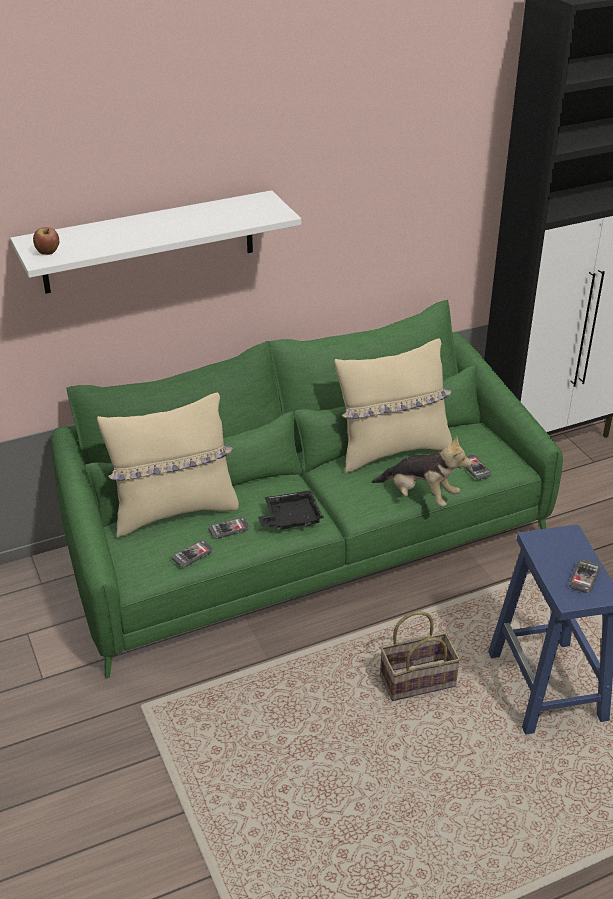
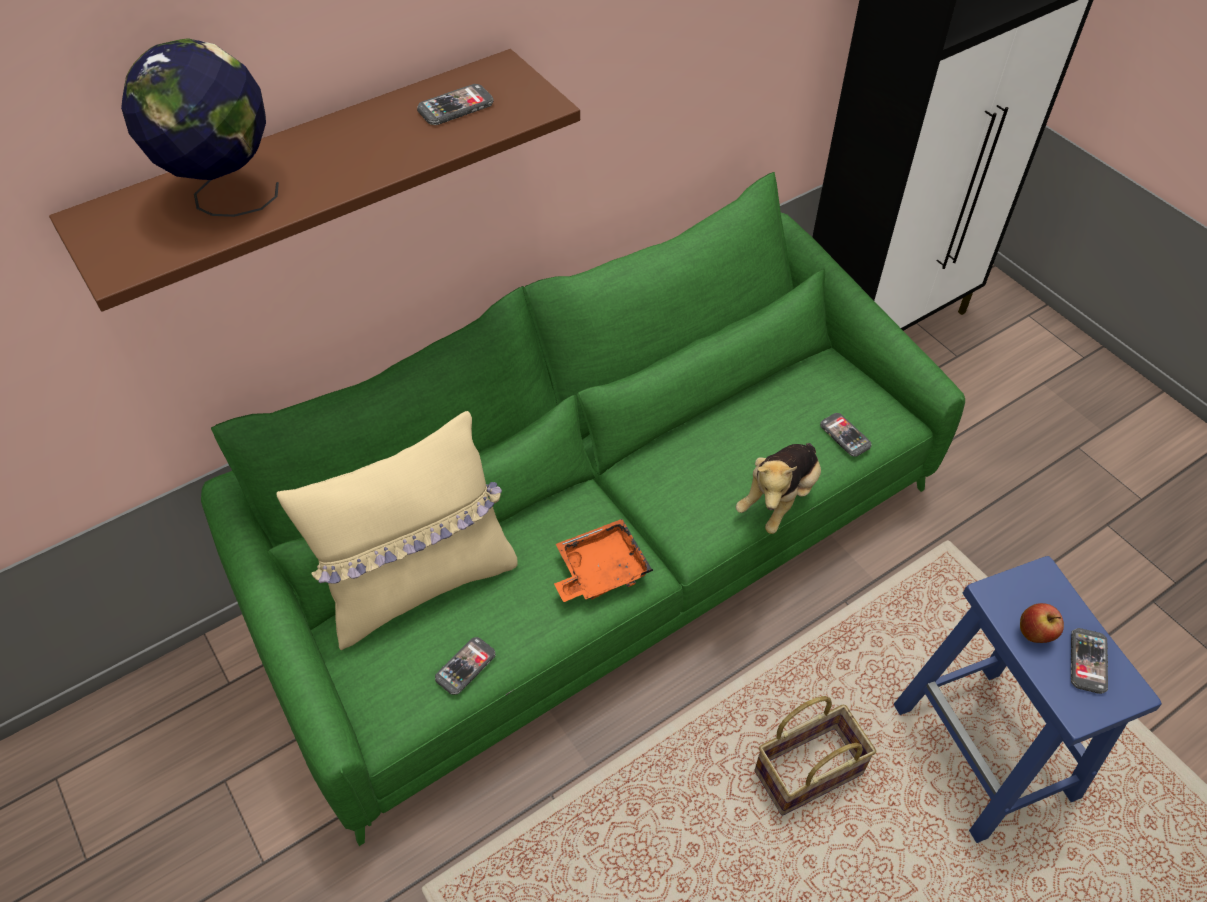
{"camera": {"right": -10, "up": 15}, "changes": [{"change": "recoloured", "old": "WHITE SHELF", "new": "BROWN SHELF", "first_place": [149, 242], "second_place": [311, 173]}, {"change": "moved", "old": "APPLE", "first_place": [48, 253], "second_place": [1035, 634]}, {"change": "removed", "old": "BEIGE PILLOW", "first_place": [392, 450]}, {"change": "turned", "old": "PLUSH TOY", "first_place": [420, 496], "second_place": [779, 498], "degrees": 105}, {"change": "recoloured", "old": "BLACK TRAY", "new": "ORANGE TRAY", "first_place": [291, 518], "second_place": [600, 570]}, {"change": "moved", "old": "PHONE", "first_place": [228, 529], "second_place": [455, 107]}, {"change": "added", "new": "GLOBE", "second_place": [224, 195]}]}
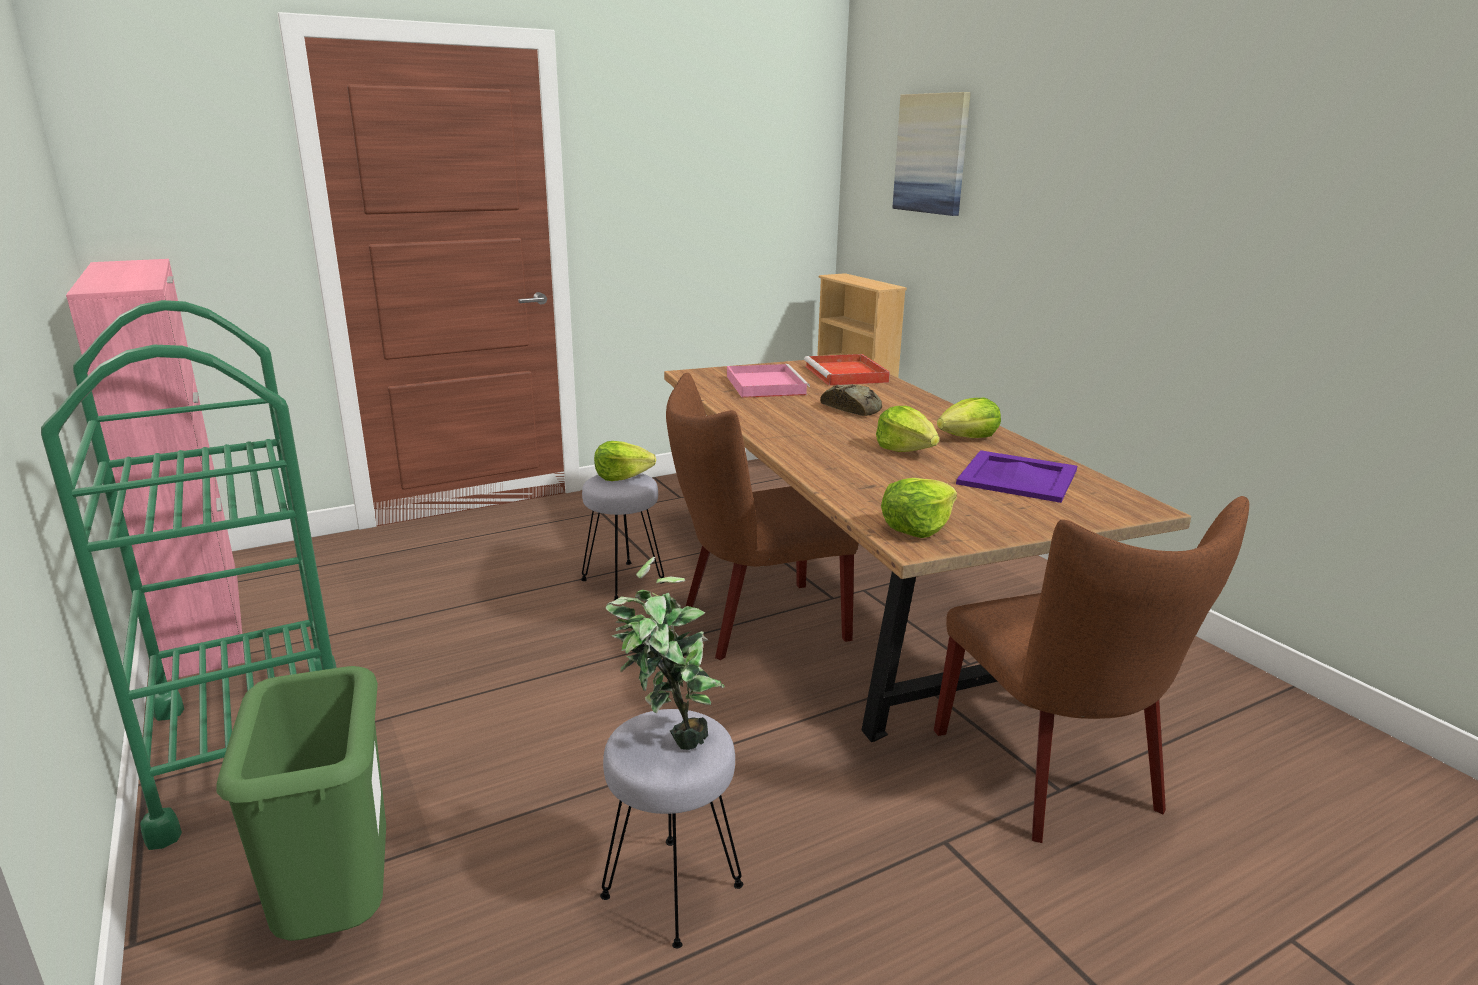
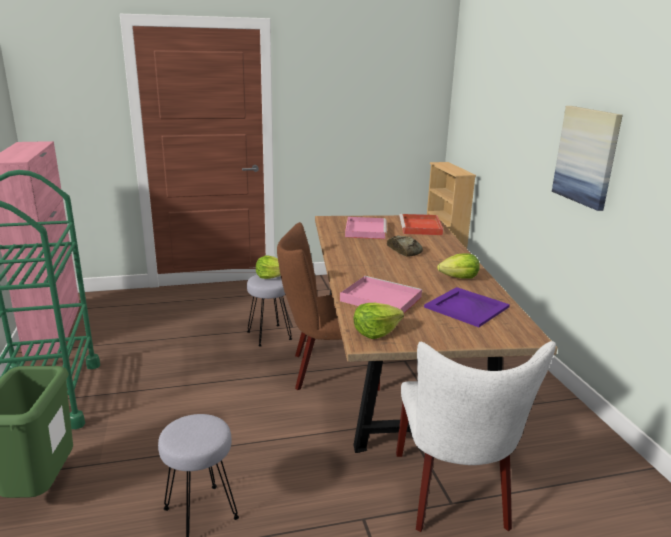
{"camera": {"right": 15, "up": 0}, "changes": [{"change": "moved", "old": "PICTURE", "first_place": [932, 154], "second_place": [586, 156]}, {"change": "removed", "old": "LETTUCE", "first_place": [905, 449]}, {"change": "recoloured", "old": "BROWN CHAIR", "new": "WHITE CHAIR", "first_place": [1056, 777], "second_place": [454, 495]}, {"change": "removed", "old": "POTTED PLANT", "first_place": [668, 739]}, {"change": "added", "new": "PINK TRAY", "second_place": [379, 299]}]}
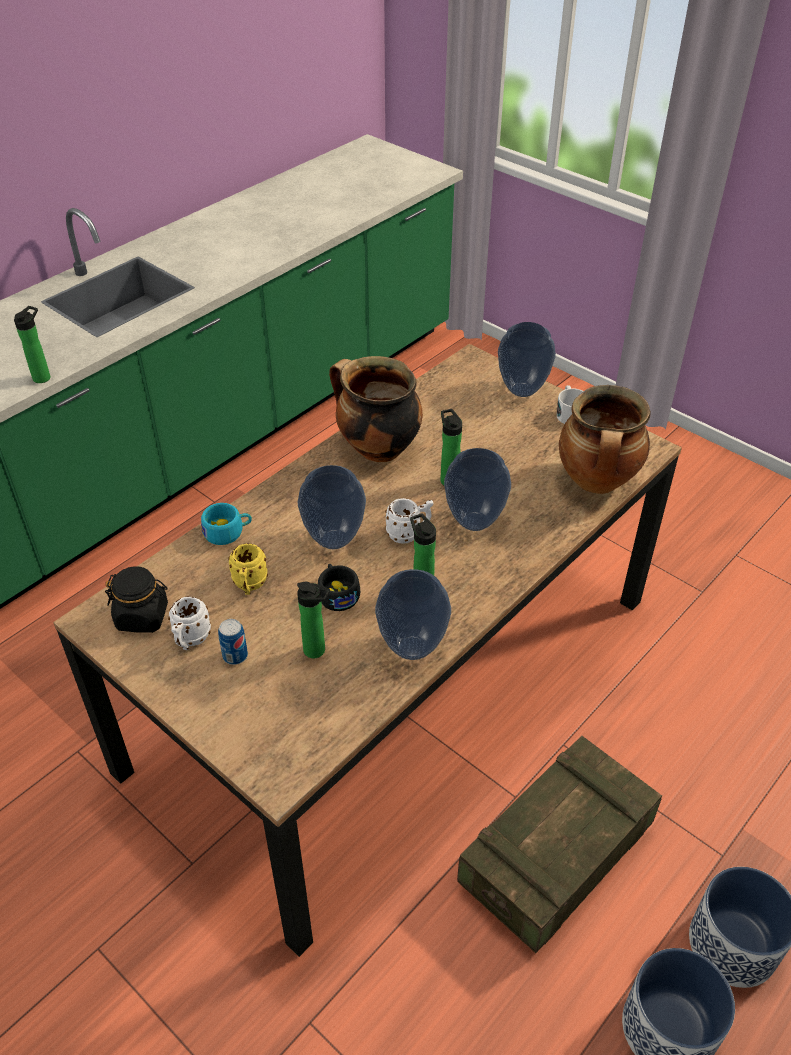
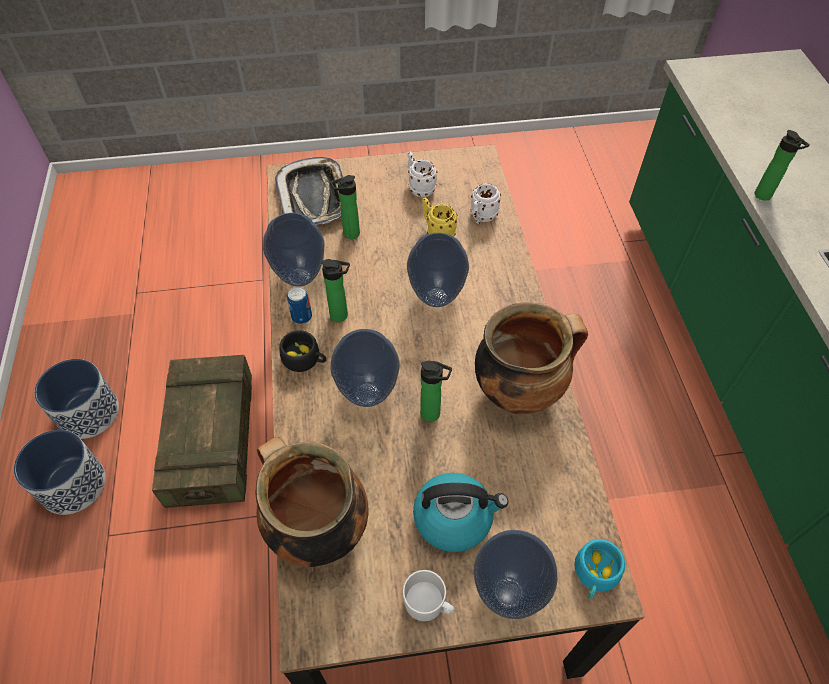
{"camera": {"right": 130, "up": 10}, "changes": [{"change": "moved", "old": "WHITE MUG", "first_place": [409, 534], "second_place": [481, 217]}, {"change": "moved", "old": "TURQUOISE CUP", "first_place": [228, 532], "second_place": [595, 575]}, {"change": "moved", "old": "BLACK CUP", "first_place": [337, 593], "second_place": [305, 359]}, {"change": "removed", "old": "BLACK JAR", "first_place": [142, 617]}, {"change": "moved", "old": "CAN", "first_place": [235, 656], "second_place": [301, 317]}, {"change": "added", "new": "TRAY", "second_place": [314, 197]}, {"change": "added", "new": "KETTLE", "second_place": [454, 518]}]}
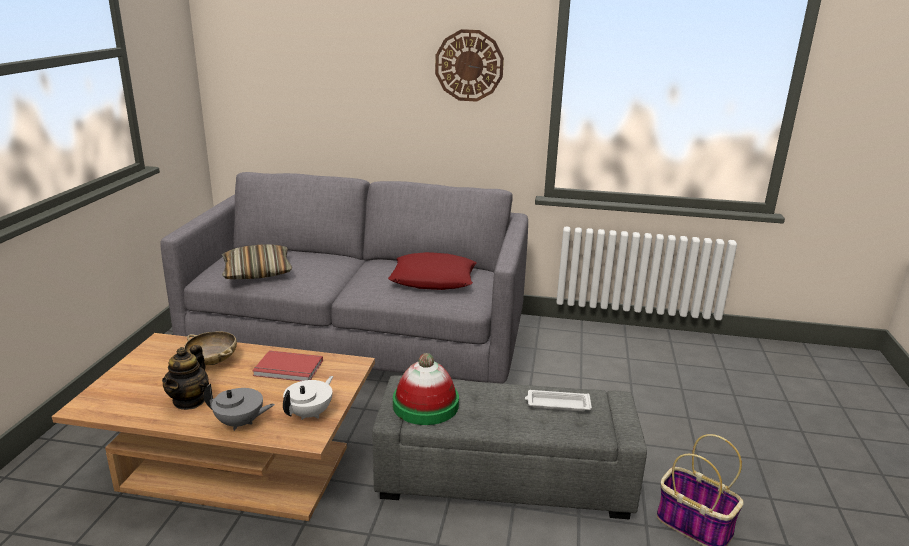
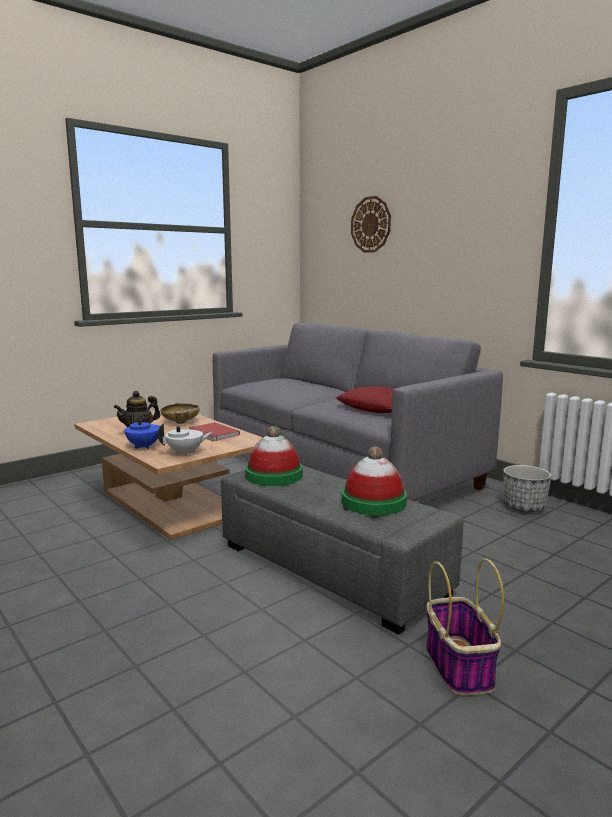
{"camera": {"right": 40, "up": -10}, "changes": [{"change": "moved", "old": "WALL CLOCK", "first_place": [469, 65], "second_place": [371, 224]}, {"change": "removed", "old": "PILLOW", "first_place": [257, 272]}, {"change": "recoloured", "old": "GREY TEAPOT", "new": "BLUE TEAPOT", "first_place": [240, 423], "second_place": [144, 447]}, {"change": "replaced", "old": "WHITE TRAY", "new": "HAT", "first_place": [557, 404], "second_place": [373, 502]}, {"change": "added", "new": "PLANTER", "second_place": [524, 507]}]}
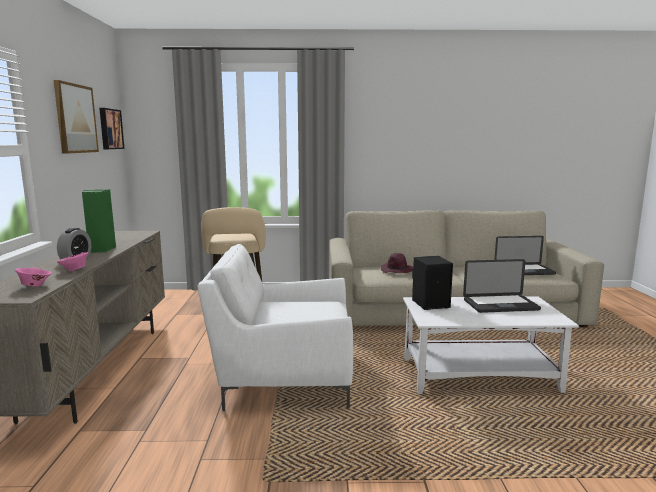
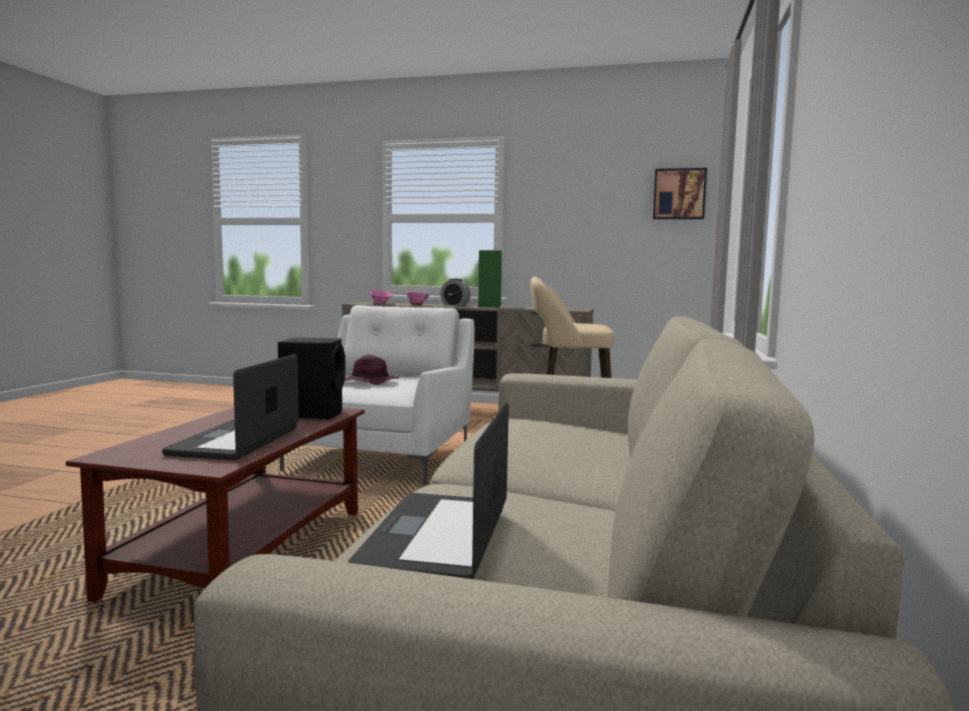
{"camera": {"right": 105, "up": -5}, "changes": [{"change": "removed", "old": "PICTURE", "first_place": [75, 118]}, {"change": "moved", "old": "PURPLE HAT", "first_place": [397, 270], "second_place": [369, 383]}, {"change": "recoloured", "old": "WHITE COFFEE TABLE", "new": "BROWN COFFEE TABLE", "first_place": [480, 375], "second_place": [243, 553]}]}
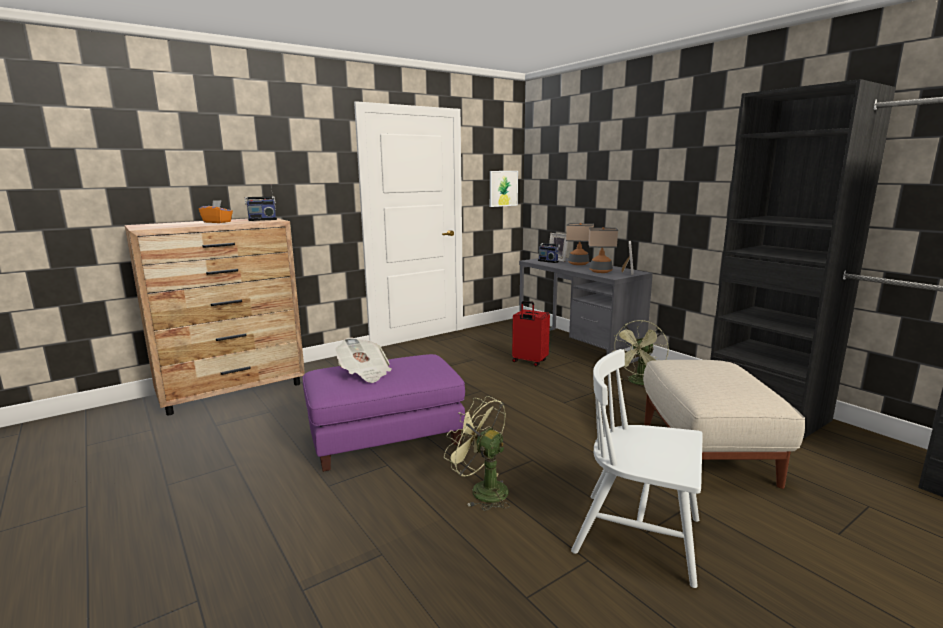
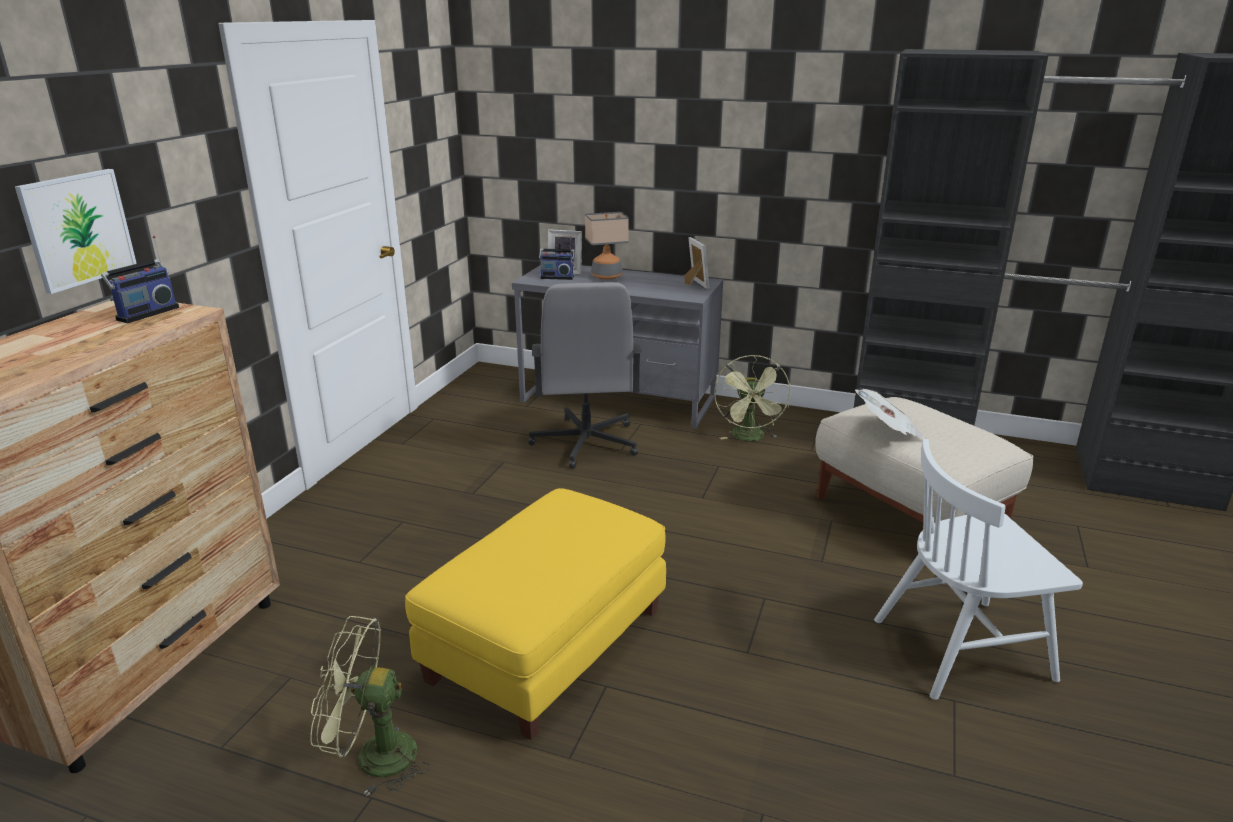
{"camera": {"right": -35, "up": 10}, "changes": [{"change": "moved", "old": "PICTURE", "first_place": [503, 188], "second_place": [78, 229]}, {"change": "removed", "old": "ORANGE TISSUE BOX", "first_place": [217, 222]}, {"change": "removed", "old": "TABLE LAMP", "first_place": [600, 271]}, {"change": "replaced", "old": "RED SUITCASE", "new": "GREY OFFICE CHAIR", "first_place": [529, 362], "second_place": [585, 443]}, {"change": "moved", "old": "NEWSPAPER", "first_place": [364, 373], "second_place": [888, 431]}, {"change": "recoloured", "old": "PURPLE OTTOMAN", "new": "YELLOW OTTOMAN", "first_place": [386, 437], "second_place": [548, 643]}, {"change": "moved", "old": "GREEN FAN", "first_place": [482, 490], "second_place": [373, 757]}]}
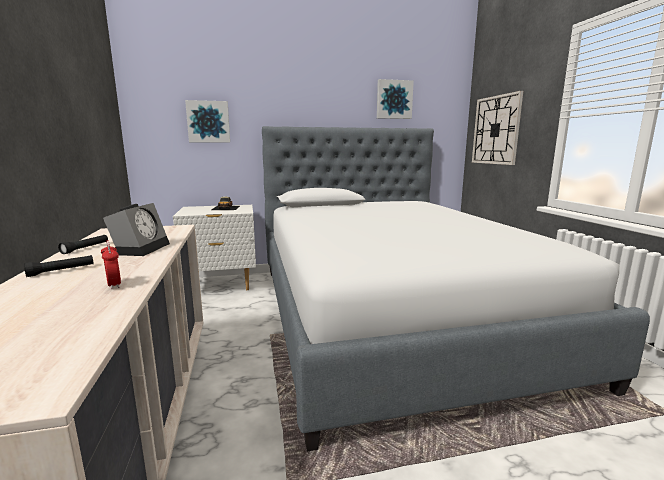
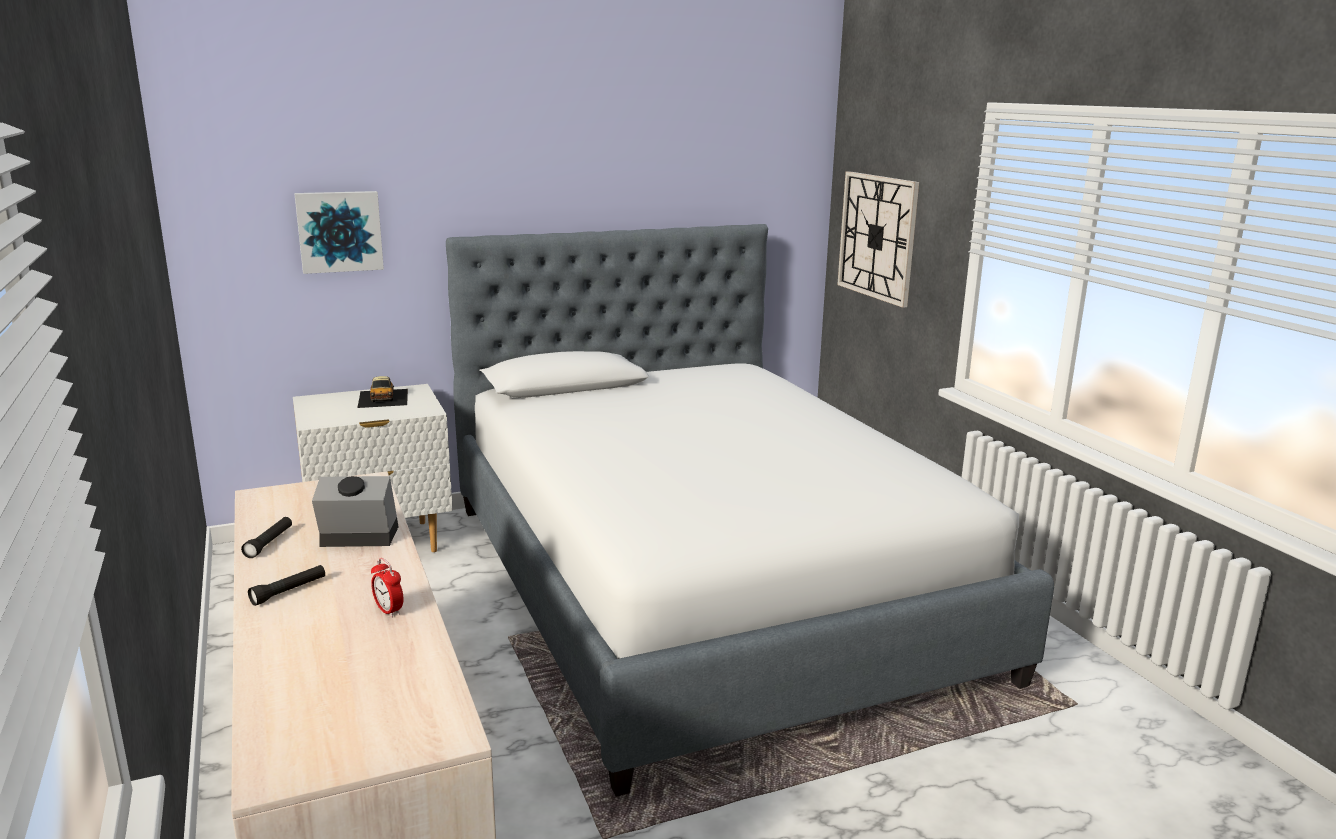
{"camera": {"right": -10, "up": 5}, "changes": [{"change": "removed", "old": "PICTURE", "first_place": [394, 99]}, {"change": "turned", "old": "ALARM CLOCK", "first_place": [141, 248], "second_place": [356, 538], "degrees": -90}]}
